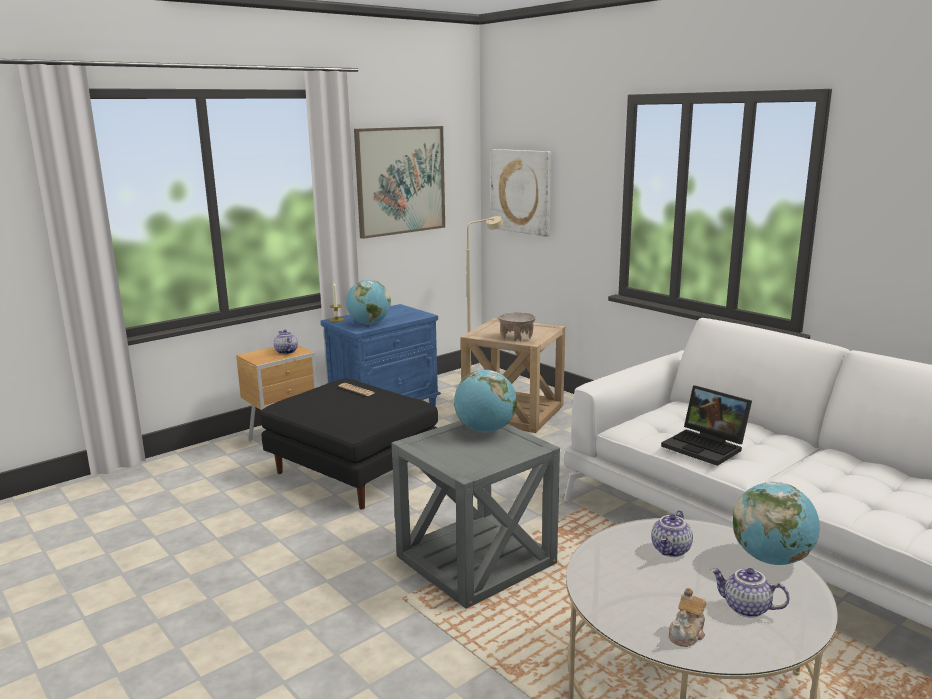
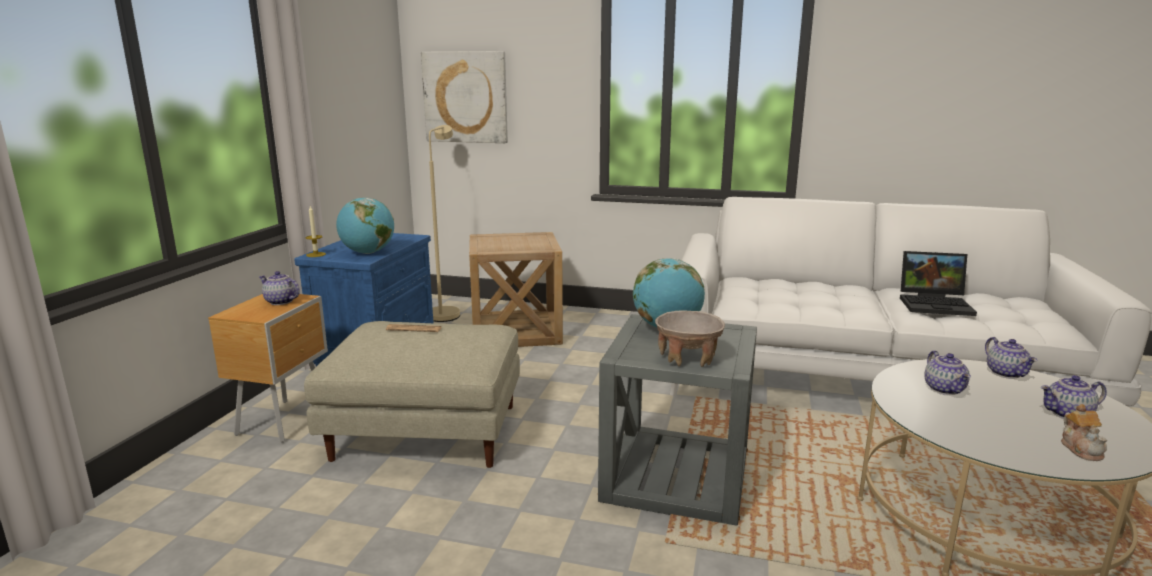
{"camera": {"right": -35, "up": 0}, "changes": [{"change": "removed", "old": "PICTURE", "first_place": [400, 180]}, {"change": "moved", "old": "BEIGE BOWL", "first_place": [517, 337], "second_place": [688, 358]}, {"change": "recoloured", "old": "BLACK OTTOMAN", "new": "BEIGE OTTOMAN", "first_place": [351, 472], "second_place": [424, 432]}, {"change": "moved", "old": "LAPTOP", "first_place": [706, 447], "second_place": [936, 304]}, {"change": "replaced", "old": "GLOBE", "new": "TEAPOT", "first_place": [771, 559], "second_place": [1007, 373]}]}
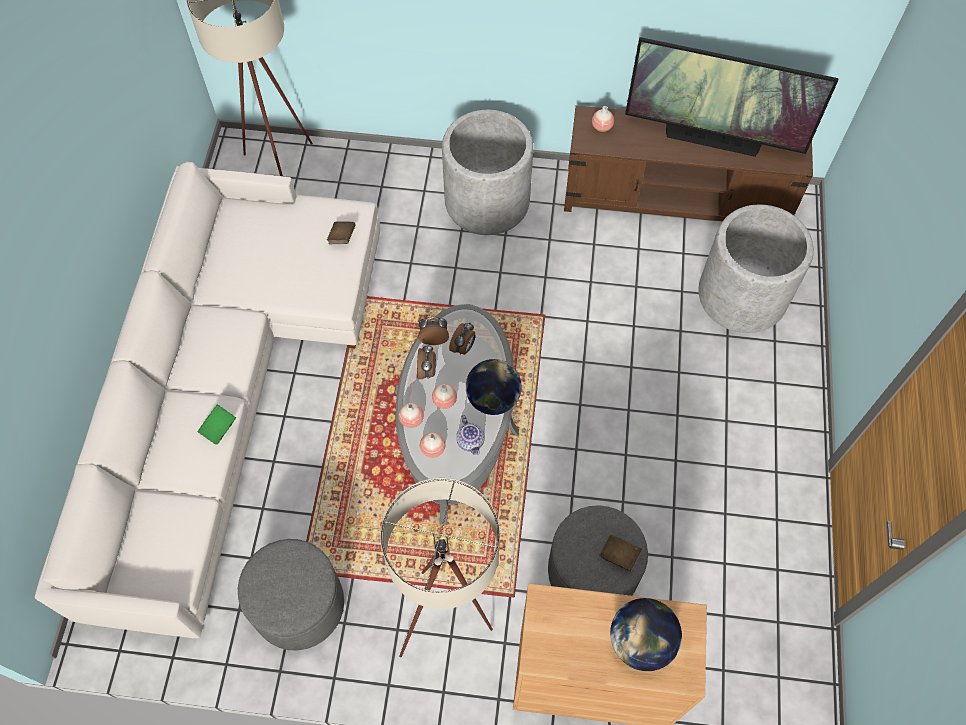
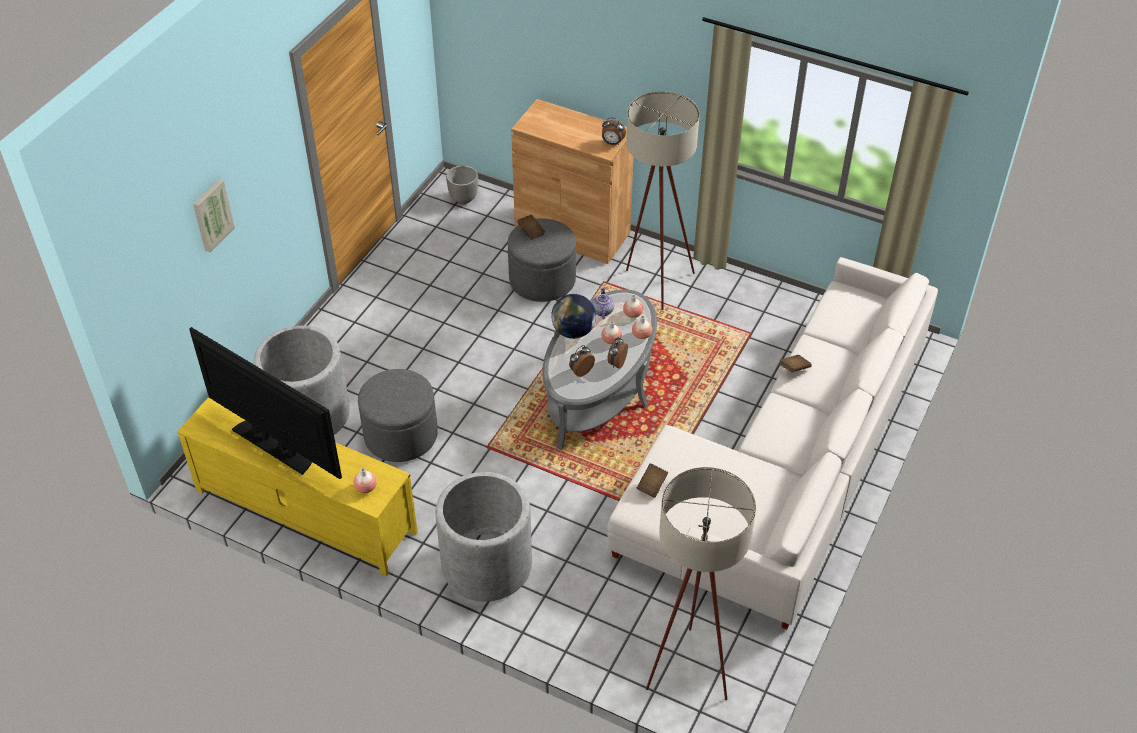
{"camera": {"right": -160, "up": -15}, "changes": [{"change": "recoloured", "old": "BROWN TV STAND", "new": "YELLOW TV STAND", "first_place": [676, 199], "second_place": [305, 511]}, {"change": "moved", "old": "ALARM CLOCK", "first_place": [434, 338], "second_place": [612, 143]}, {"change": "recoloured", "old": "GREEN BOOK", "new": "BROWN BOOK", "first_place": [219, 428], "second_place": [794, 368]}, {"change": "moved", "old": "GREY OTTOMAN", "first_place": [299, 604], "second_place": [401, 435]}, {"change": "removed", "old": "GLOBE", "first_place": [641, 641]}, {"change": "added", "new": "PLANTER", "second_place": [463, 198]}, {"change": "added", "new": "PICTURE", "second_place": [211, 215]}]}
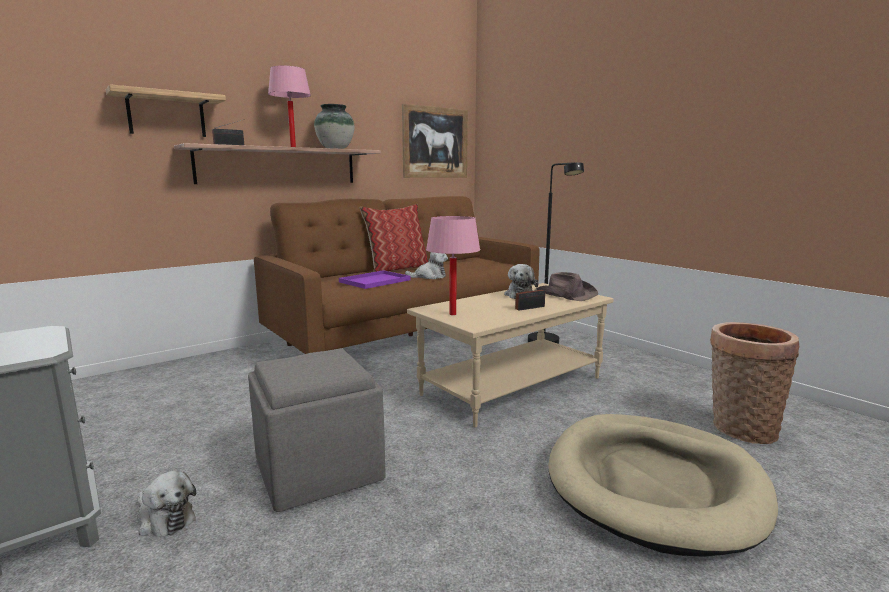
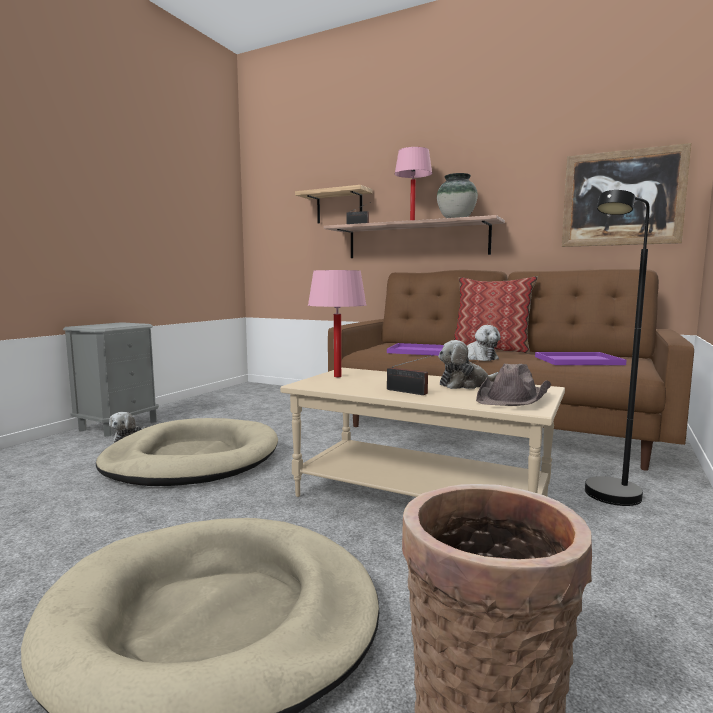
{"camera": {"right": 65, "up": -5}, "changes": [{"change": "replaced", "old": "GREY OTTOMAN", "new": "BEIGE DOG BED", "first_place": [317, 470], "second_place": [192, 459]}, {"change": "added", "new": "PURPLE TRAY", "second_place": [579, 360]}]}
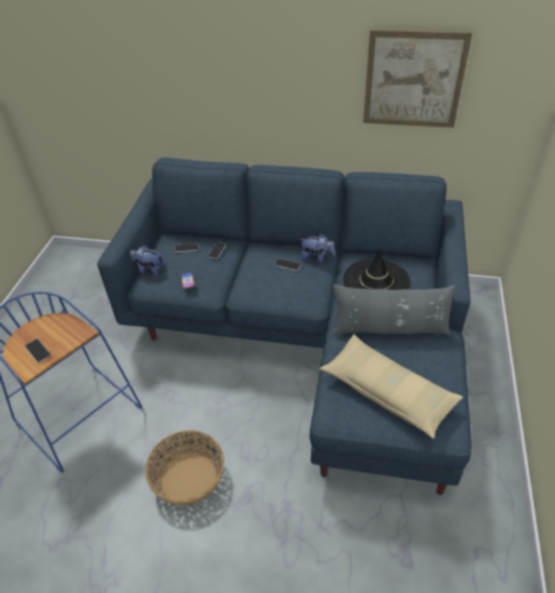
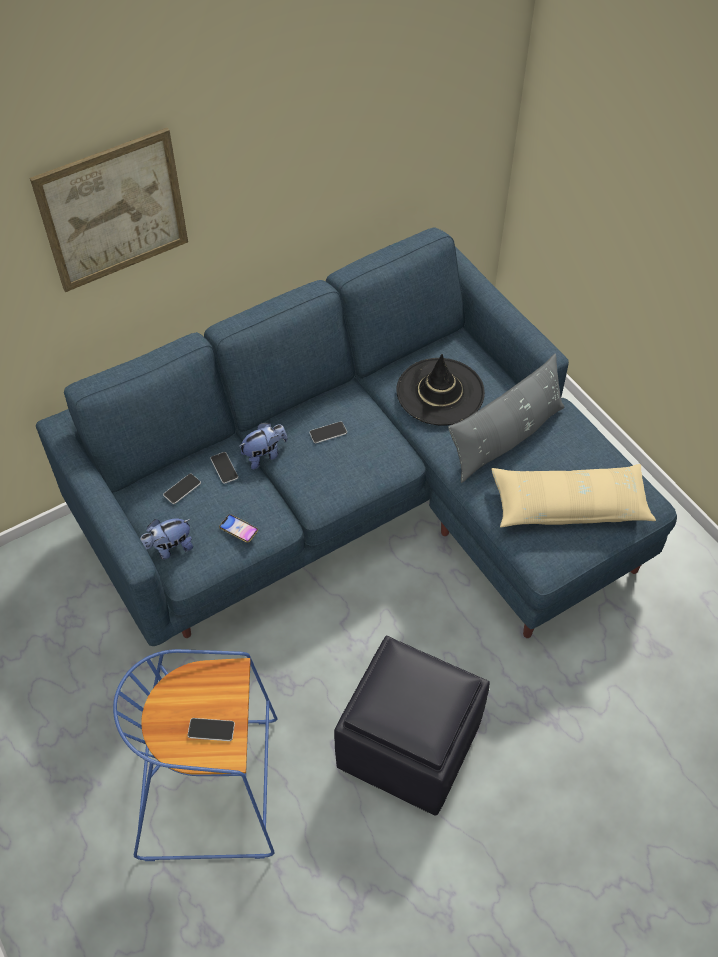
{"camera": {"right": -45, "up": 10}, "changes": [{"change": "moved", "old": "PICTURE", "first_place": [413, 80], "second_place": [113, 210]}, {"change": "moved", "old": "PLUSH TOY", "first_place": [317, 258], "second_place": [264, 455]}, {"change": "replaced", "old": "BASKET", "new": "BLACK OTTOMAN", "first_place": [188, 478], "second_place": [407, 746]}]}
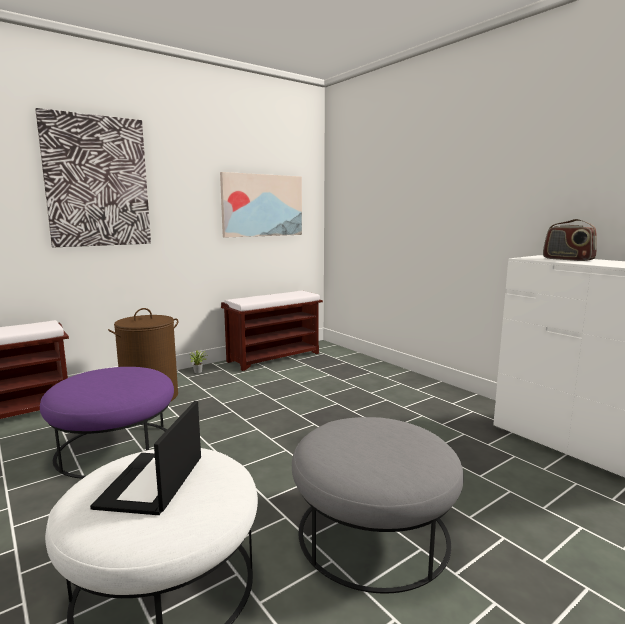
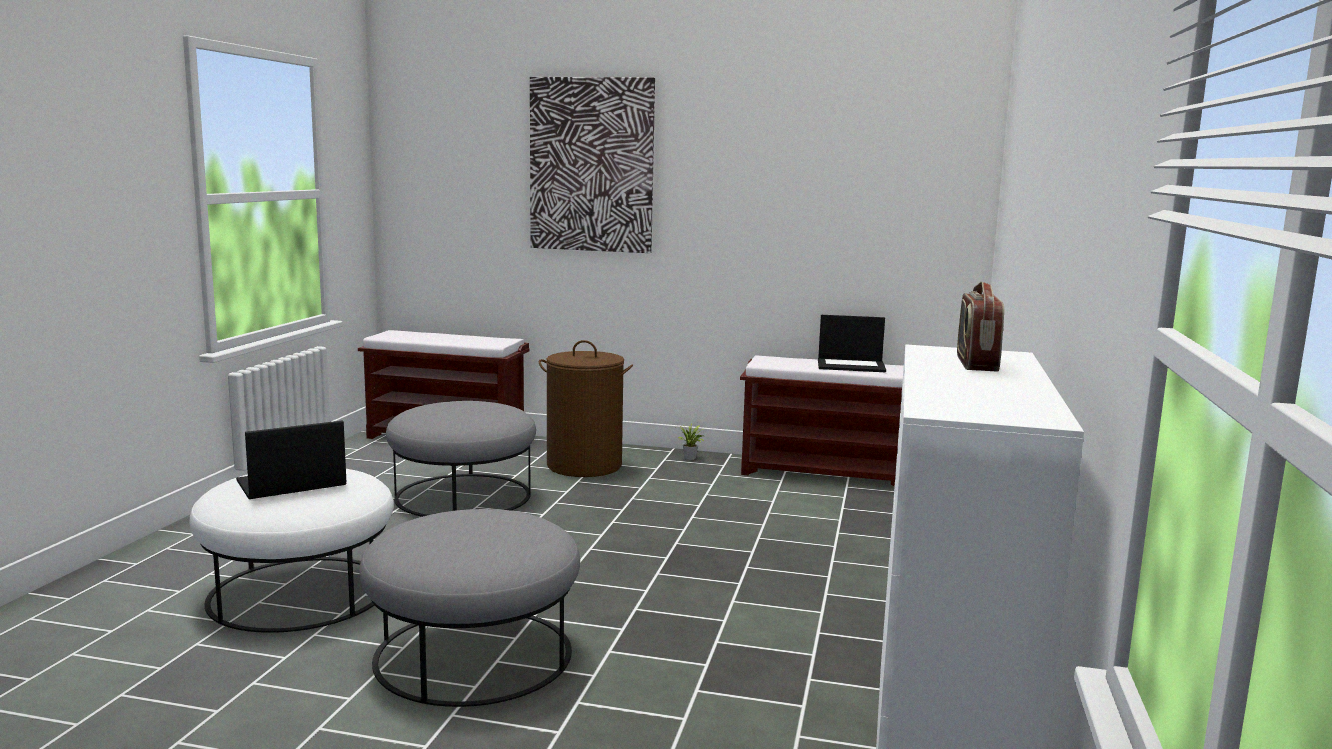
{"camera": {"right": 50, "up": 0}, "changes": [{"change": "removed", "old": "PICTURE", "first_place": [262, 205]}, {"change": "recoloured", "old": "PURPLE OTTOMAN", "new": "GREY OTTOMAN", "first_place": [115, 447], "second_place": [463, 495]}, {"change": "added", "new": "LAPTOP", "second_place": [851, 365]}]}
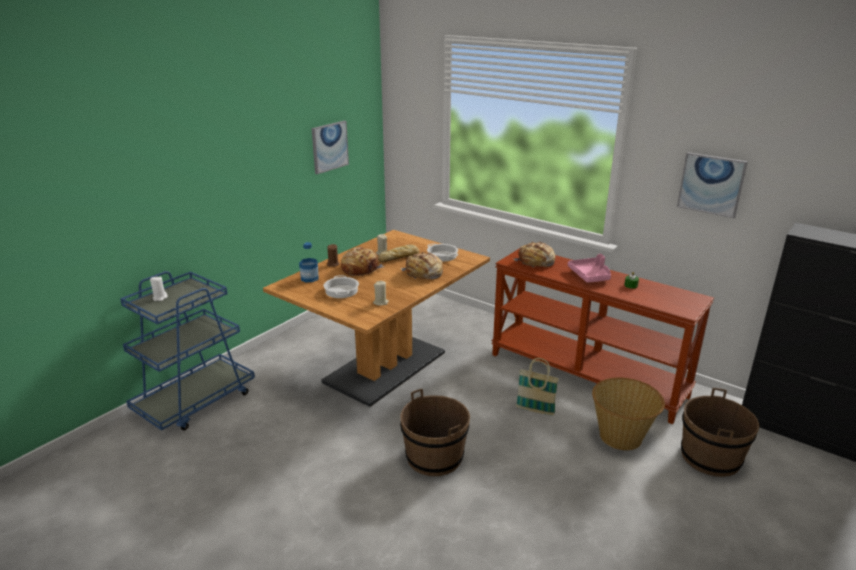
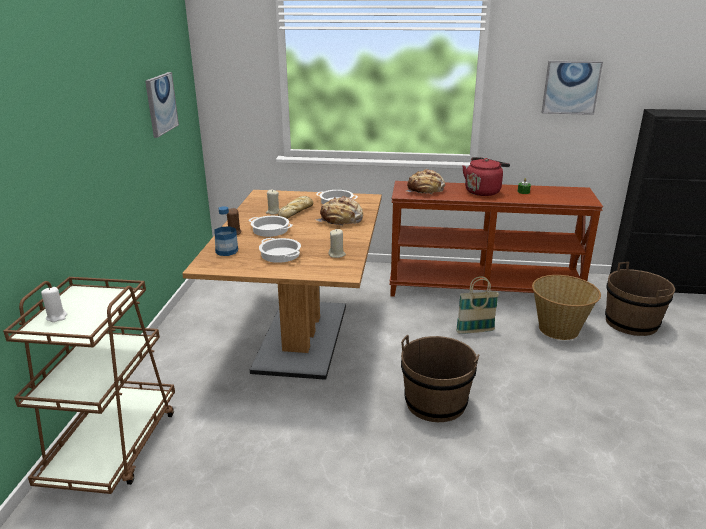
{"camera": {"right": -30, "up": 0}, "changes": [{"change": "replaced", "old": "BREAD", "new": "COOKING POT", "first_place": [360, 268], "second_place": [270, 230]}, {"change": "replaced", "old": "PINK TRAY", "new": "RED KETTLE", "first_place": [590, 275], "second_place": [483, 191]}, {"change": "recoloured", "old": "BLUE CART", "new": "BROWN CART", "first_place": [196, 401], "second_place": [113, 446]}]}
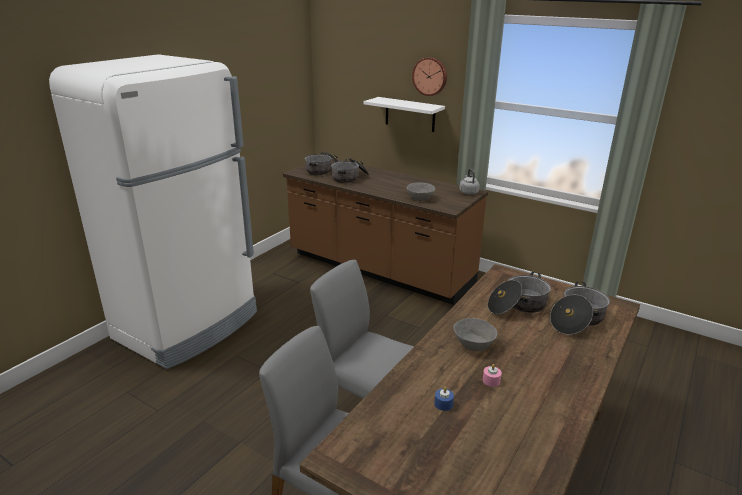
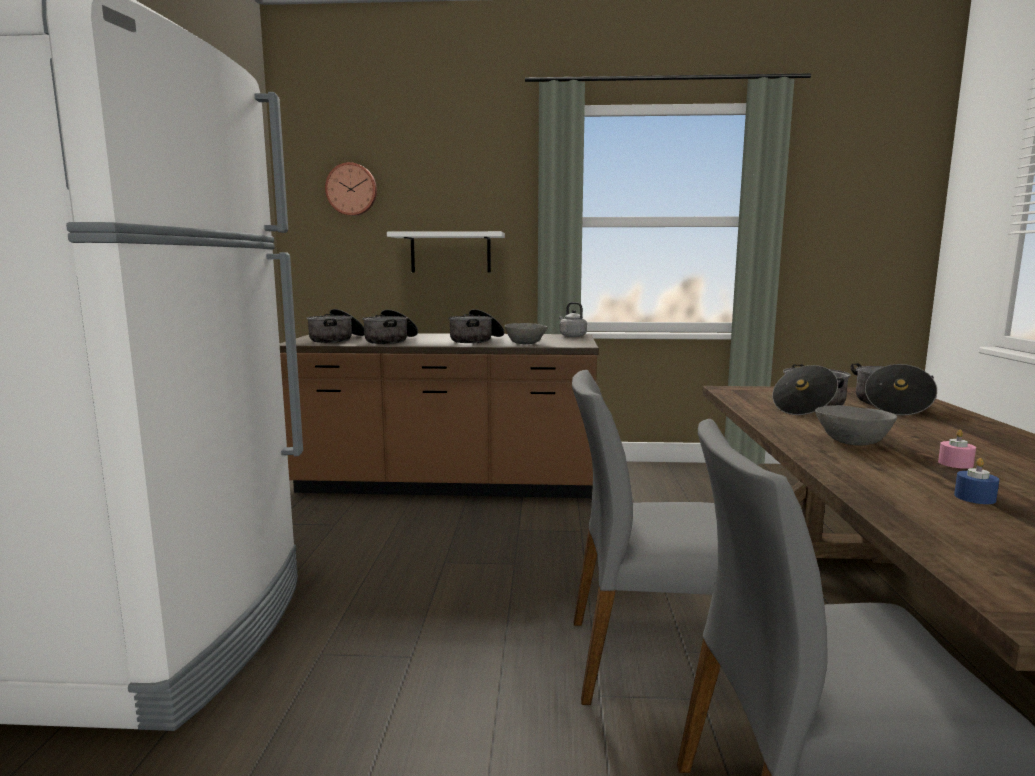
{"camera": {"right": -30, "up": -15}, "changes": [{"change": "moved", "old": "WALL CLOCK", "first_place": [430, 76], "second_place": [352, 189]}, {"change": "added", "new": "COOKING POT", "second_place": [476, 340]}]}
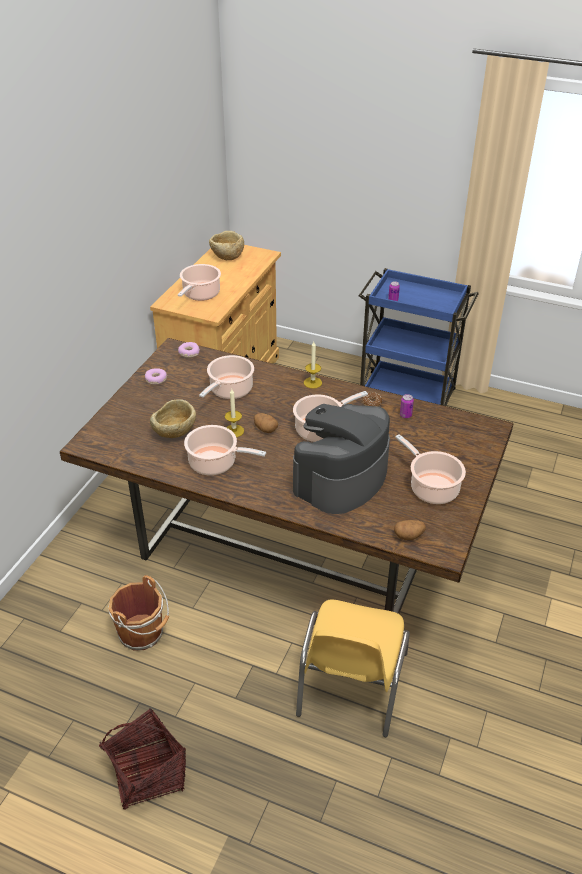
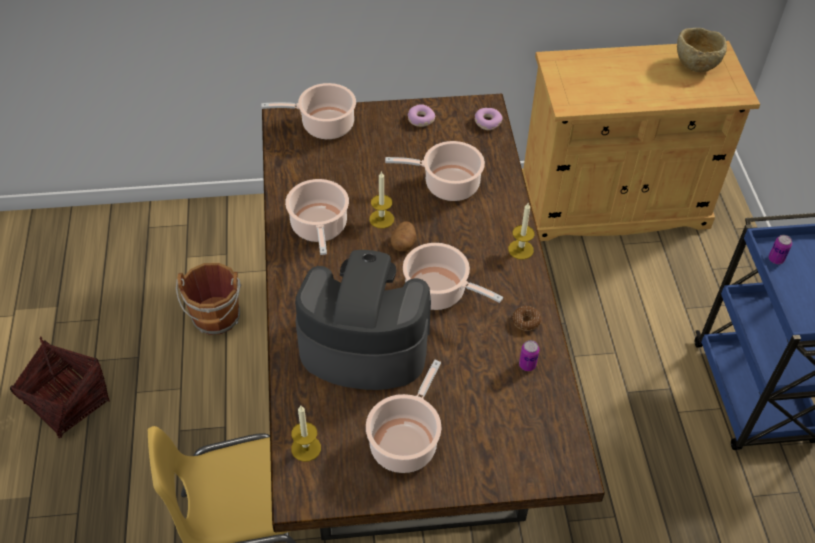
{"camera": {"right": 60, "up": 10}, "changes": [{"change": "moved", "old": "COOKING POT", "first_place": [200, 295], "second_place": [324, 125]}, {"change": "removed", "old": "BEIGE BOWL", "first_place": [175, 434]}, {"change": "replaced", "old": "POTATO", "new": "CANDLE", "first_place": [408, 536], "second_place": [306, 448]}]}
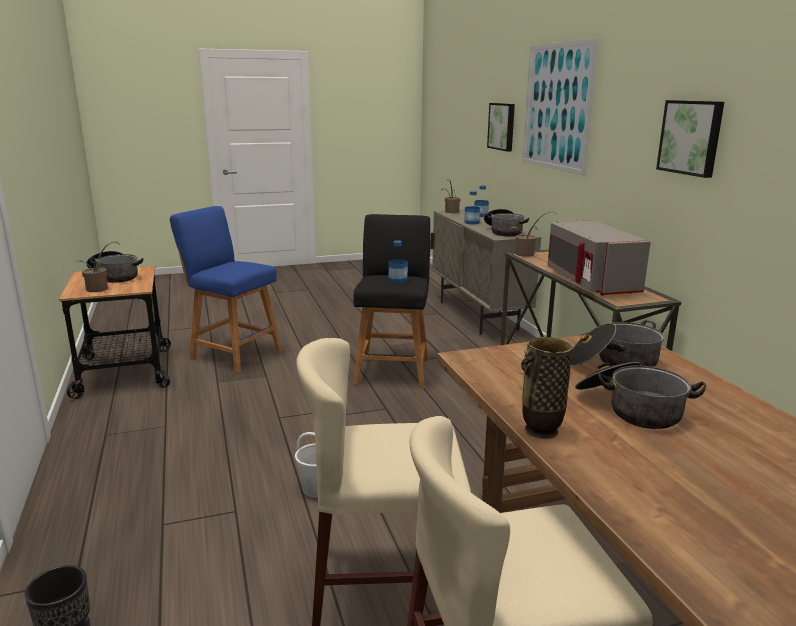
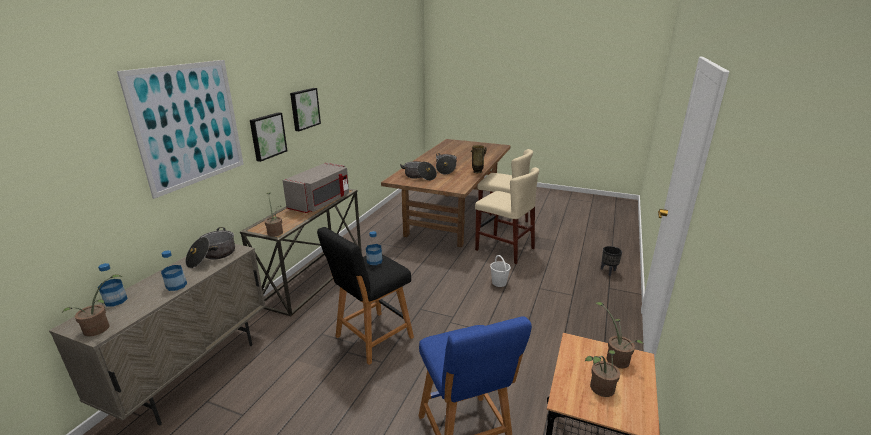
{"camera": {"right": -140, "up": 5}, "changes": [{"change": "moved", "old": "PICTURE", "first_place": [502, 126], "second_place": [267, 136]}, {"change": "replaced", "old": "COOKING POT", "new": "POTTED PLANT", "first_place": [115, 276], "second_place": [599, 389]}]}
